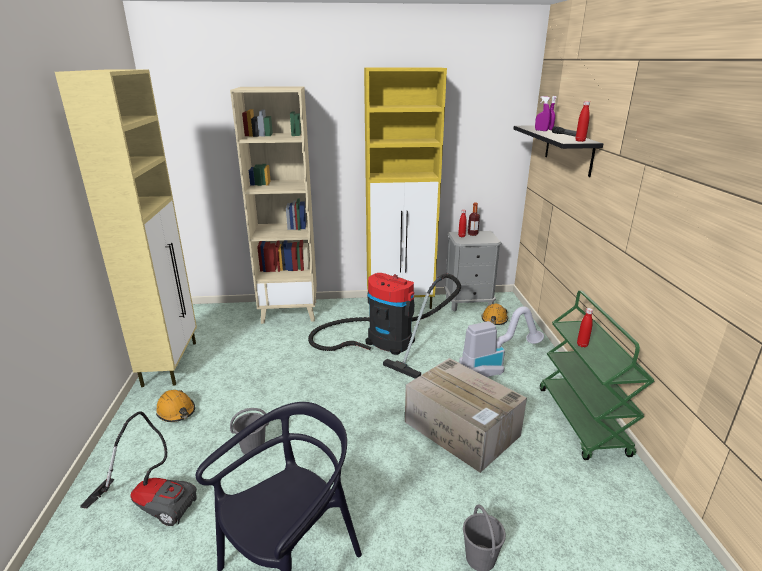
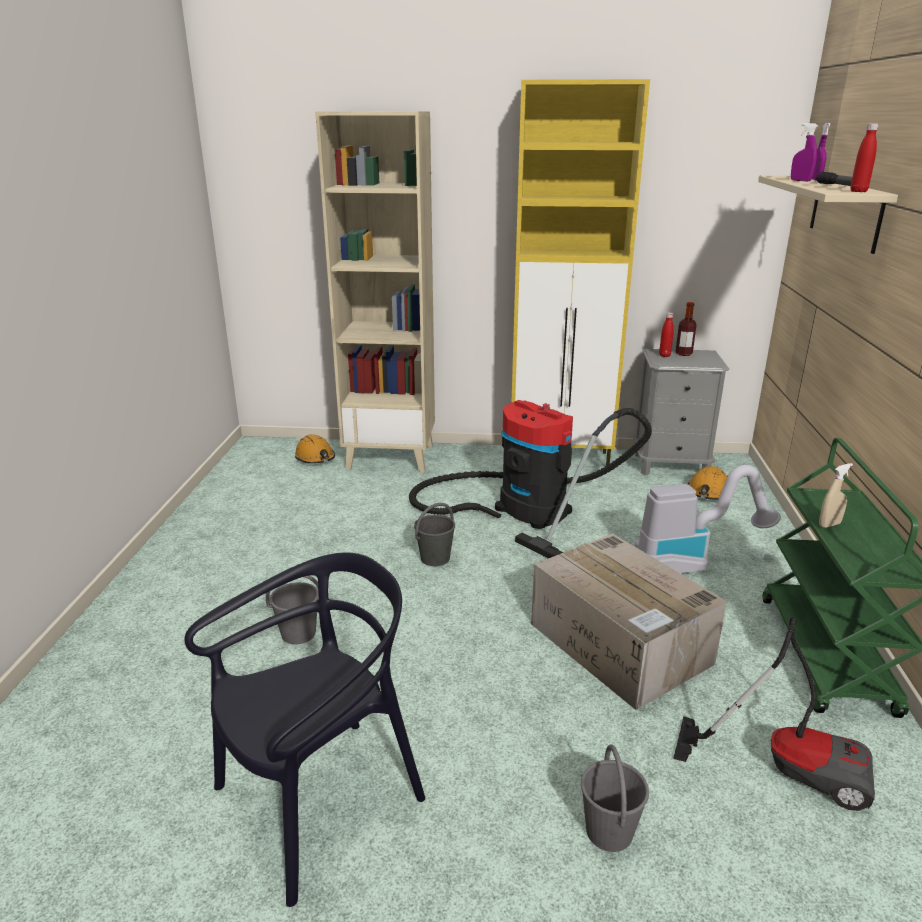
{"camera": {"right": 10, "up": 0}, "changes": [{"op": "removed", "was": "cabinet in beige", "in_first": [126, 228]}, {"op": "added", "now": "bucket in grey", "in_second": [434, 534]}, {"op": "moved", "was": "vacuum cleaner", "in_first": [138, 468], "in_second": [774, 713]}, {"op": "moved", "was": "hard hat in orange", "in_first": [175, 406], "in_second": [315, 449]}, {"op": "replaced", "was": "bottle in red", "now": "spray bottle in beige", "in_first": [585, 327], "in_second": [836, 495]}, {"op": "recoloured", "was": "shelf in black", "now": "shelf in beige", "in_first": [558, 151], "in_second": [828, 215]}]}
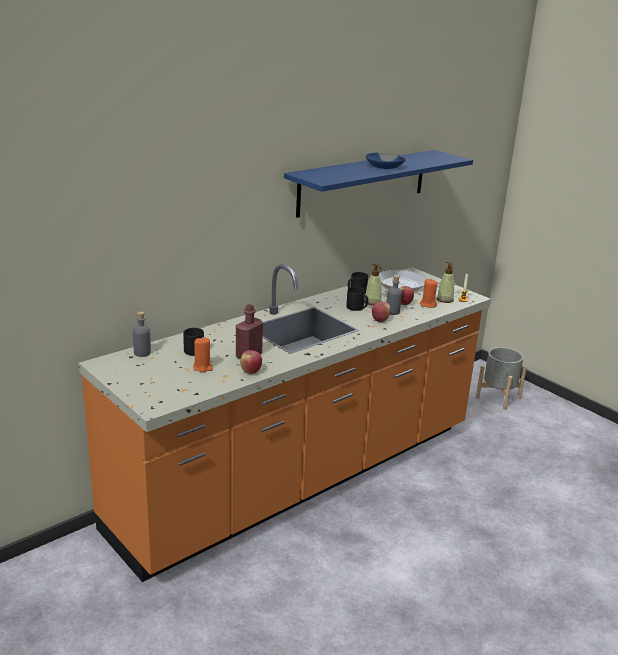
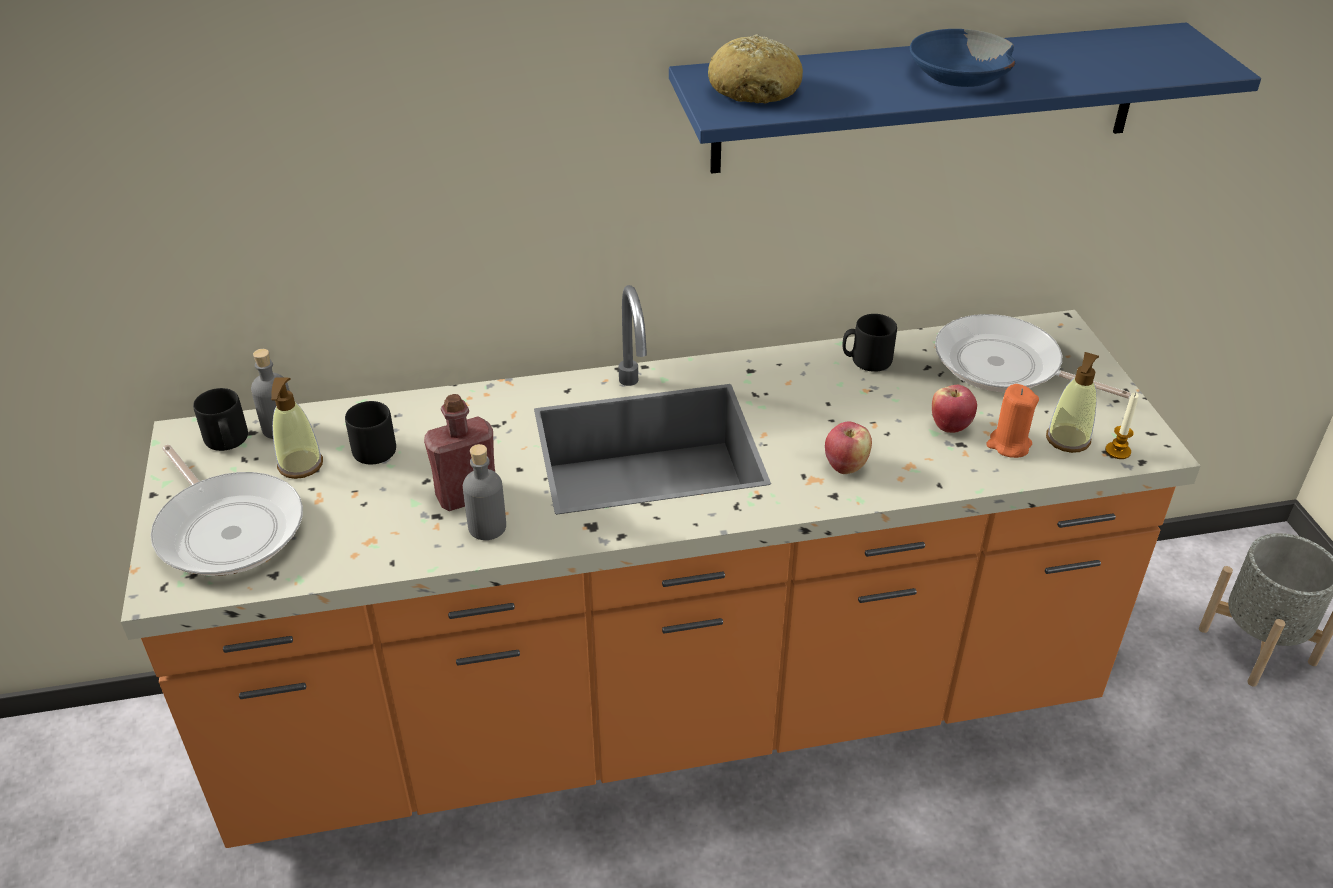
{"camera": {"right": 30, "up": 15}, "changes": [{"op": "removed", "was": "candle in orange", "in_first": [203, 354]}, {"op": "removed", "was": "apple", "in_first": [251, 362]}, {"op": "added", "now": "frying pan", "in_second": [227, 510]}, {"op": "added", "now": "bread", "in_second": [755, 69]}, {"op": "moved", "was": "mug in black", "in_first": [357, 299], "in_second": [220, 419]}, {"op": "moved", "was": "soap dispenser", "in_first": [373, 284], "in_second": [297, 428]}, {"op": "moved", "was": "bottle in grey", "in_first": [394, 295], "in_second": [484, 492]}]}
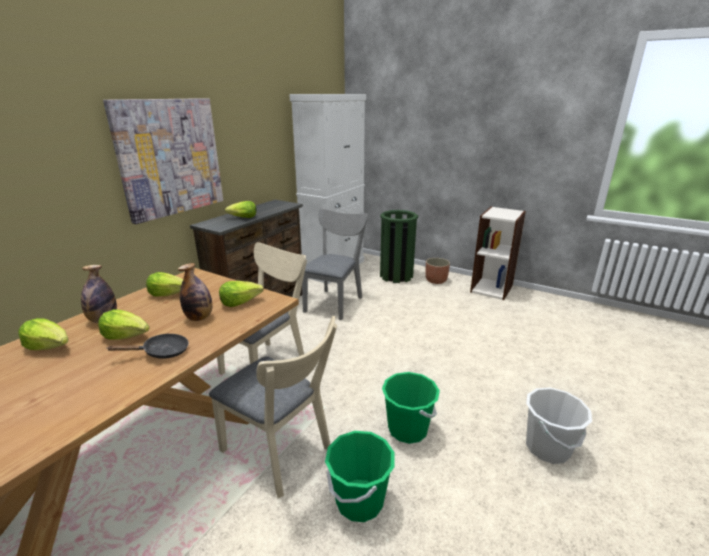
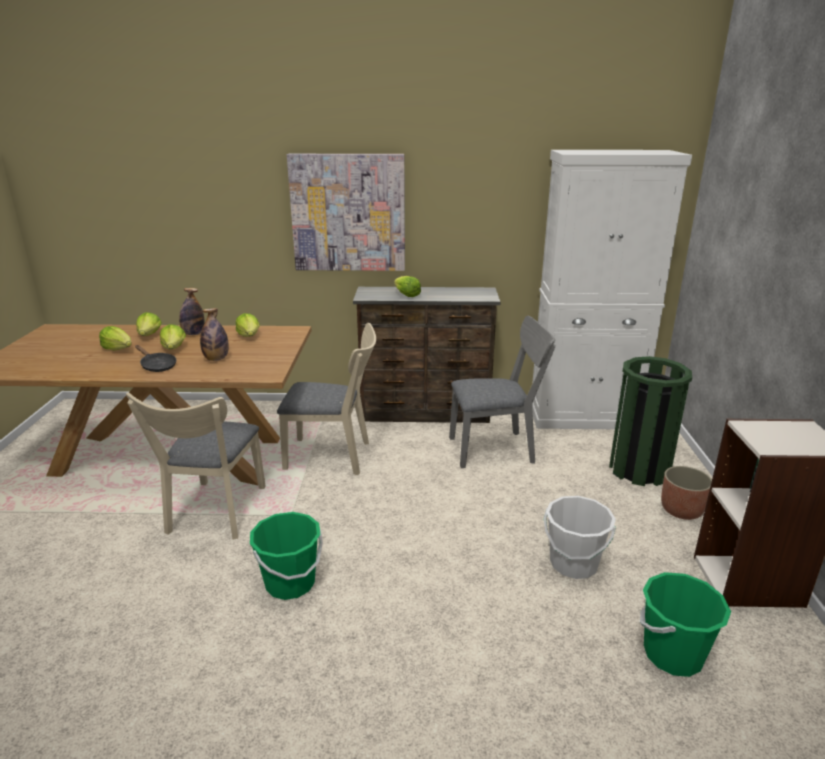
{"camera": {"right": 60, "up": 0}, "changes": [{"op": "moved", "was": "lettuce", "in_first": [241, 294], "in_second": [115, 338]}, {"op": "moved", "was": "bucket in green", "in_first": [360, 476], "in_second": [685, 624]}, {"op": "moved", "was": "bucket in white", "in_first": [559, 425], "in_second": [580, 537]}]}
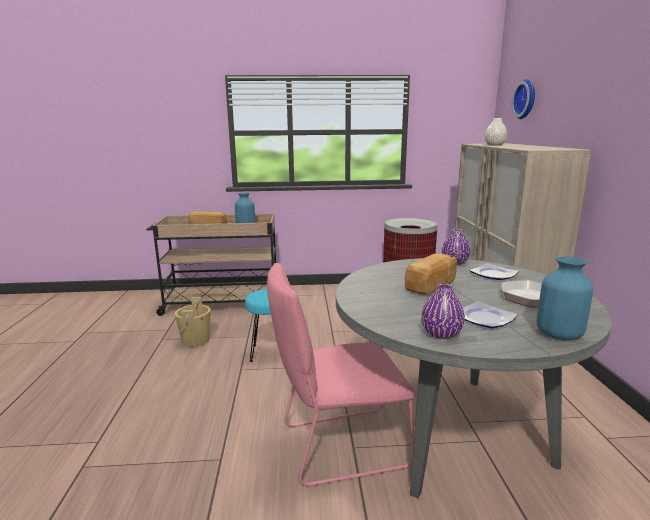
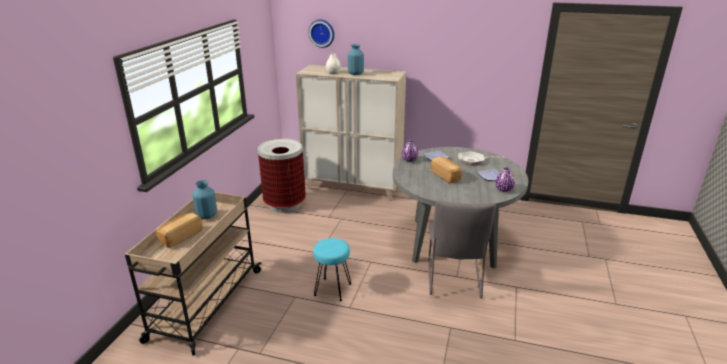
{"camera": {"right": -70, "up": 10}, "changes": [{"op": "removed", "was": "bucket in beige", "in_first": [193, 322]}, {"op": "moved", "was": "vase in blue", "in_first": [565, 299], "in_second": [356, 59]}, {"op": "recoloured", "was": "chair in pink", "now": "chair in grey", "in_first": [341, 374], "in_second": [462, 250]}]}
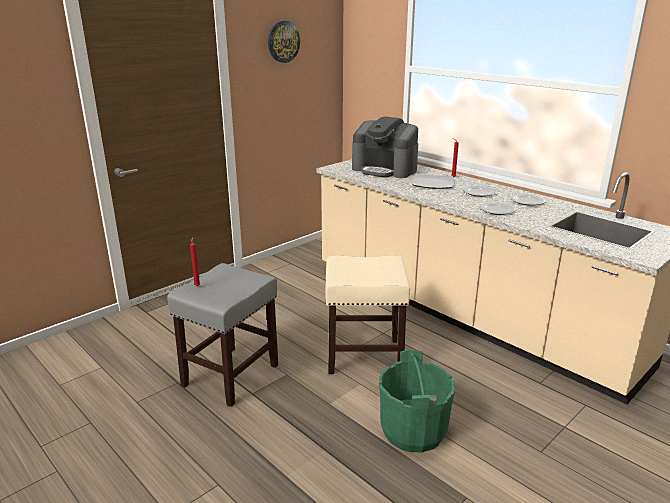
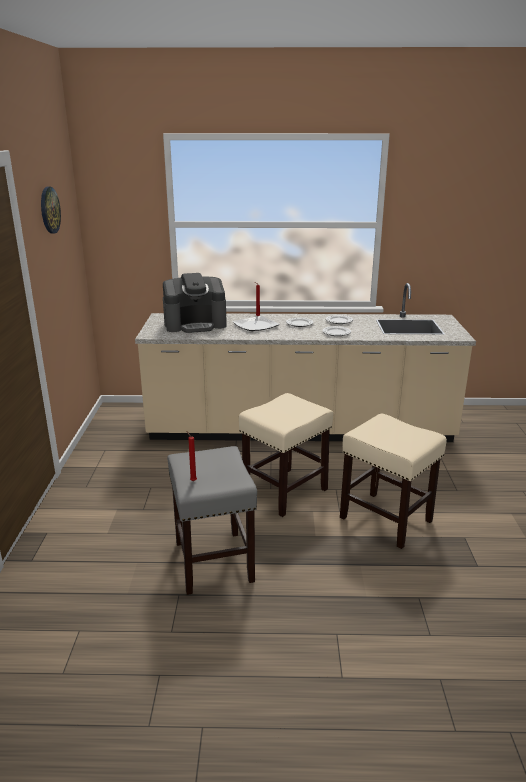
{"camera": {"right": -45, "up": 0}, "changes": [{"op": "replaced", "was": "bucket in green", "now": "stool in beige", "in_first": [417, 401], "in_second": [393, 481]}]}
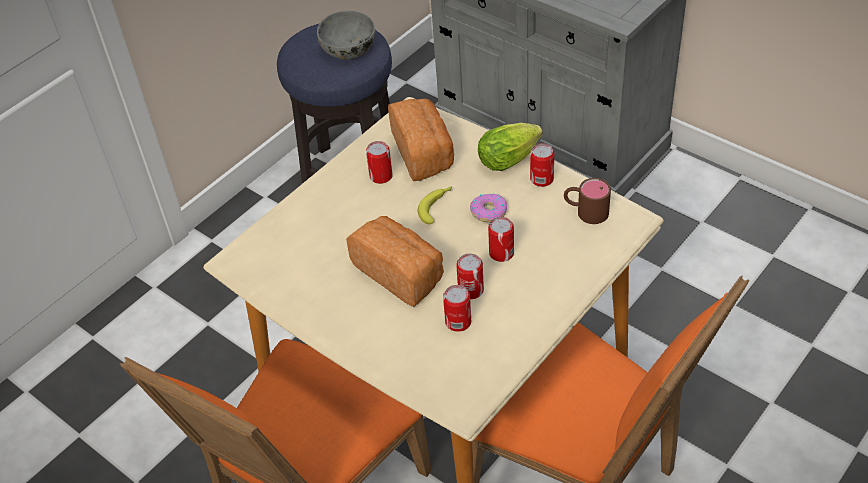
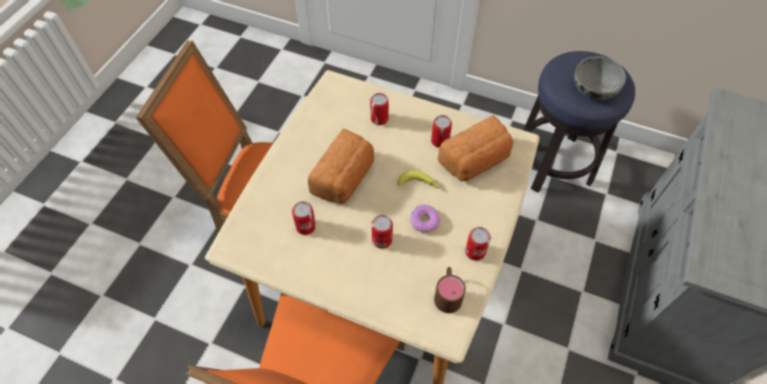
{"camera": {"right": 70, "up": 10}, "changes": [{"op": "removed", "was": "lettuce", "in_first": [510, 147]}, {"op": "moved", "was": "can", "in_first": [470, 276], "in_second": [379, 109]}]}
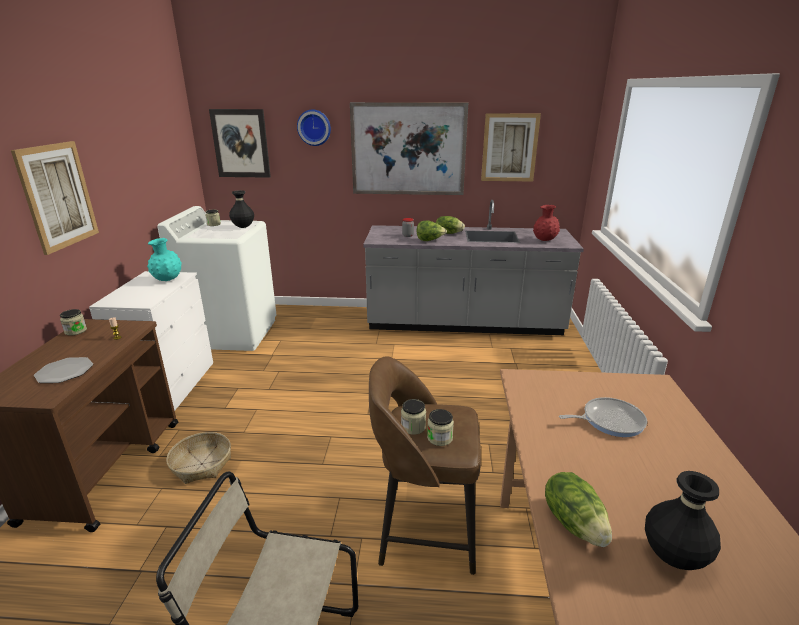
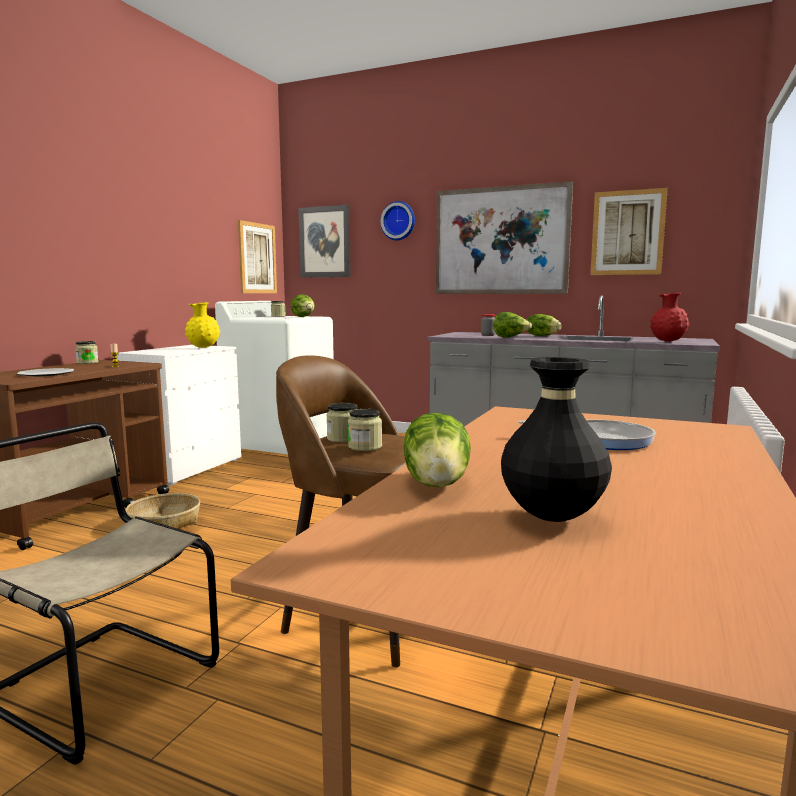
{"camera": {"right": 20, "up": -15}, "changes": [{"op": "moved", "was": "picture", "in_first": [55, 198], "in_second": [257, 256]}, {"op": "replaced", "was": "vase in black", "now": "lettuce", "in_first": [241, 209], "in_second": [303, 305]}, {"op": "recoloured", "was": "vase in turquoise", "now": "vase in yellow", "in_first": [164, 259], "in_second": [202, 325]}]}
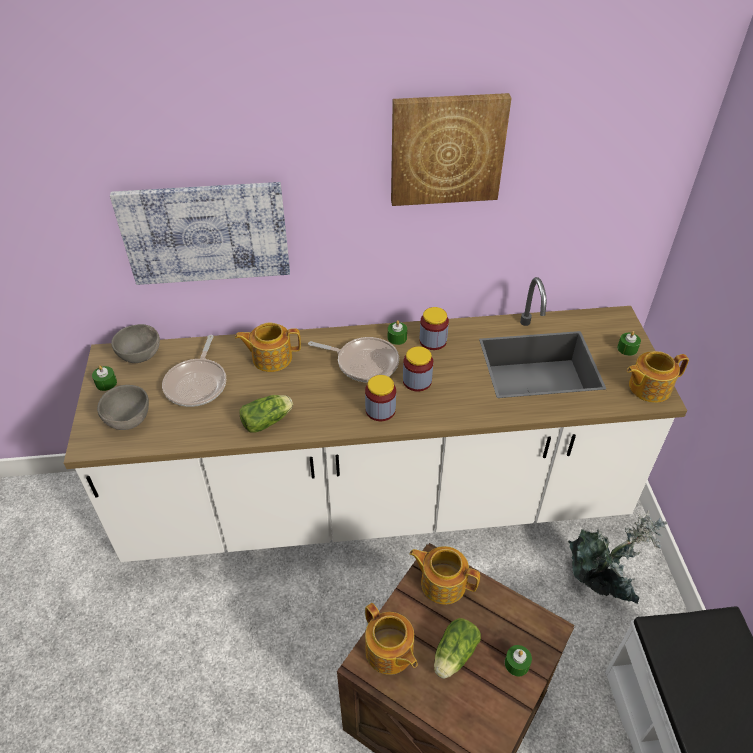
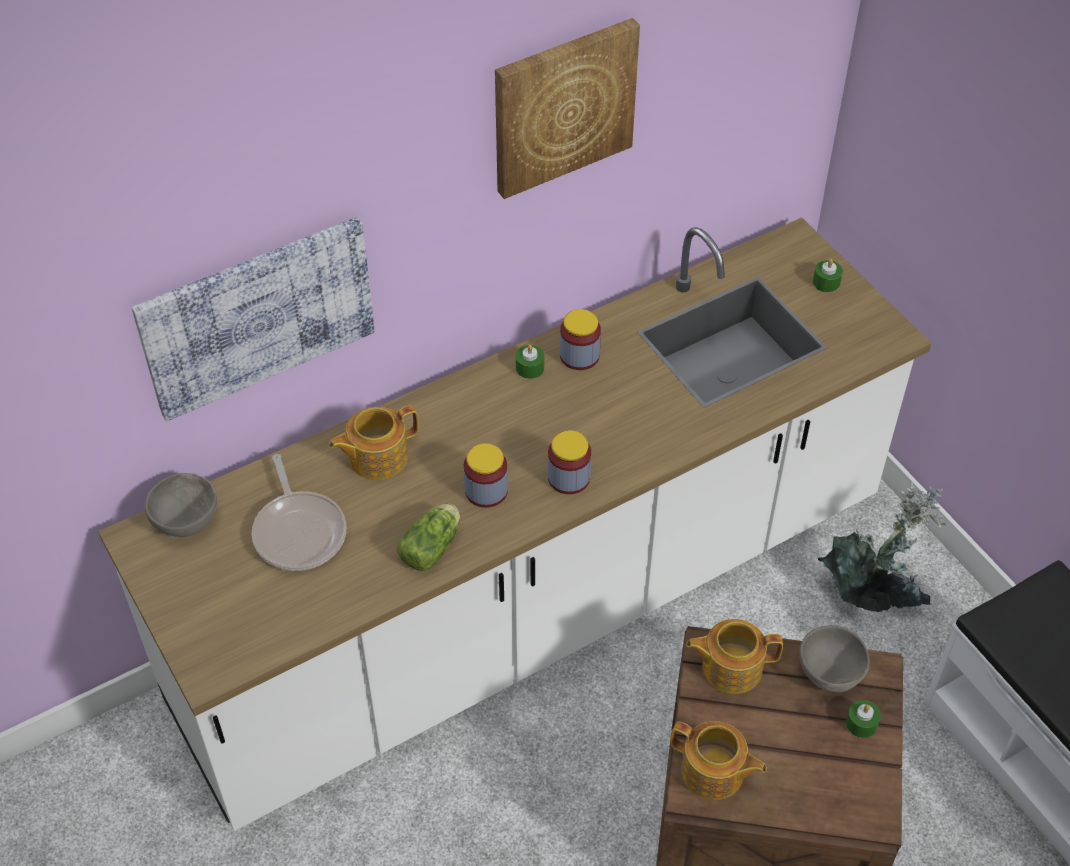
{"camera": {"right": -25, "up": 5}, "changes": [{"op": "removed", "was": "candle in green", "in_first": [104, 378]}, {"op": "removed", "was": "frying pan", "in_first": [353, 359]}, {"op": "removed", "was": "lettuce", "in_first": [457, 648]}, {"op": "removed", "was": "teapot", "in_first": [658, 377]}, {"op": "moved", "was": "bowl in grey", "in_first": [123, 407], "in_second": [834, 658]}, {"op": "moved", "was": "jar", "in_first": [418, 369], "in_second": [486, 475]}]}
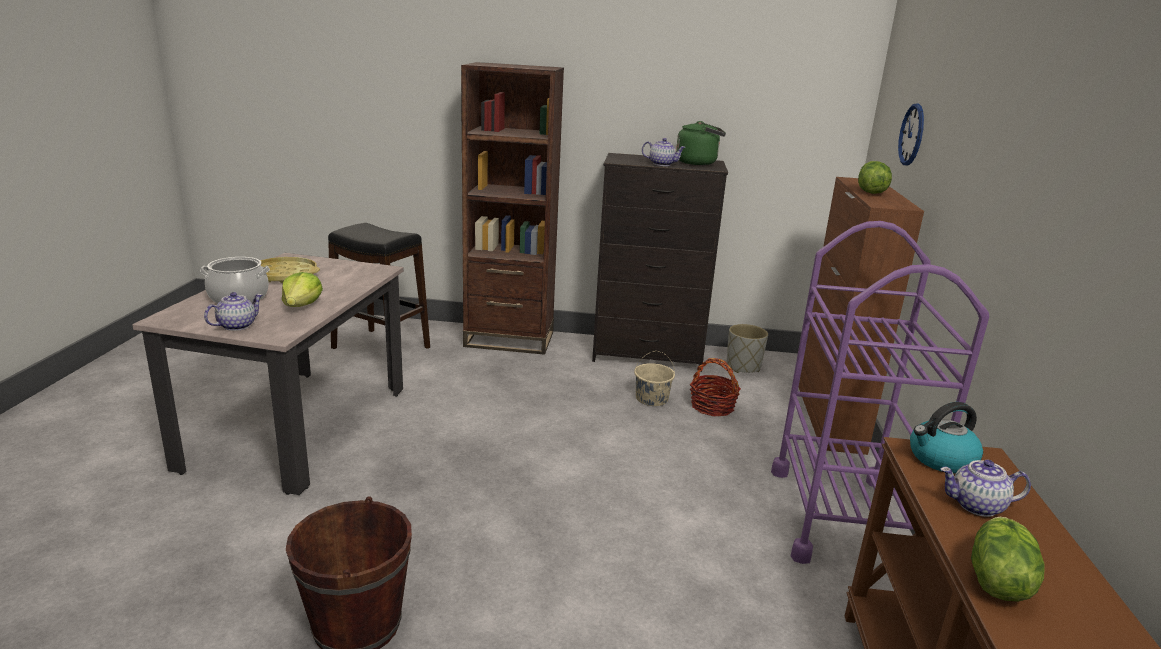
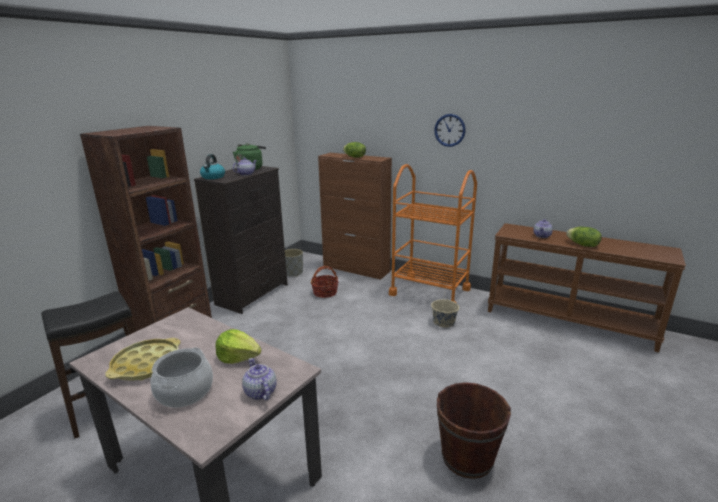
{"camera": {"right": -65, "up": 0}, "changes": [{"op": "moved", "was": "bucket in beige", "in_first": [654, 378], "in_second": [445, 310]}, {"op": "moved", "was": "wall clock", "in_first": [911, 134], "in_second": [450, 130]}, {"op": "moved", "was": "kettle", "in_first": [946, 437], "in_second": [212, 166]}, {"op": "recoloured", "was": "cart in purple", "now": "cart in orange", "in_first": [880, 392], "in_second": [433, 233]}]}
